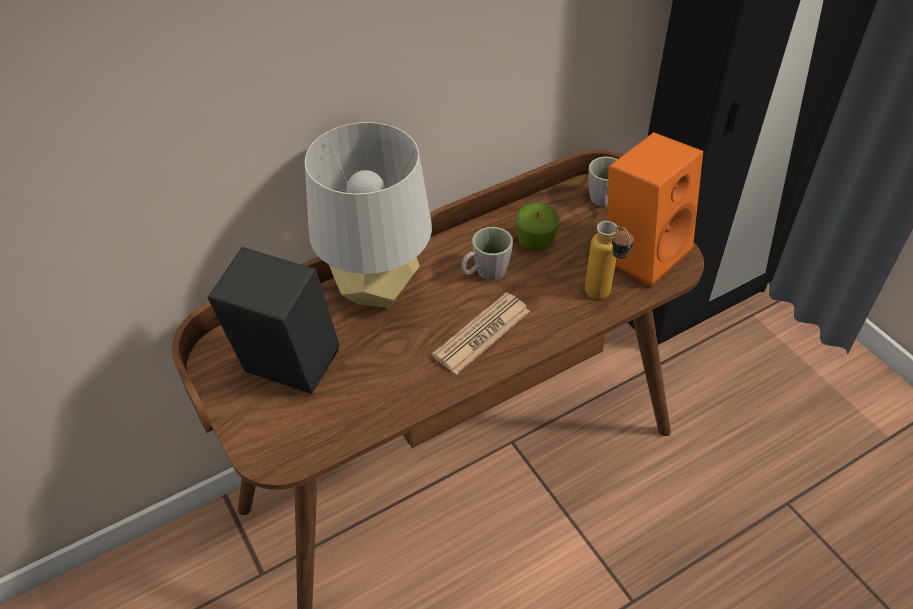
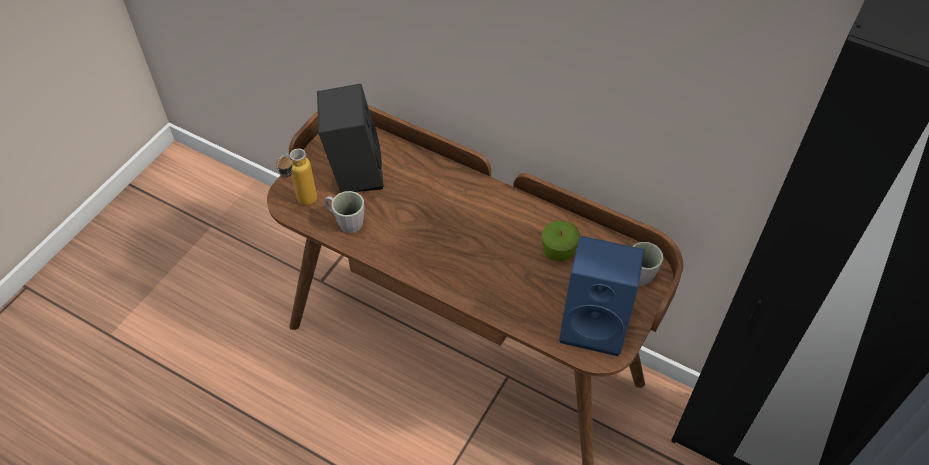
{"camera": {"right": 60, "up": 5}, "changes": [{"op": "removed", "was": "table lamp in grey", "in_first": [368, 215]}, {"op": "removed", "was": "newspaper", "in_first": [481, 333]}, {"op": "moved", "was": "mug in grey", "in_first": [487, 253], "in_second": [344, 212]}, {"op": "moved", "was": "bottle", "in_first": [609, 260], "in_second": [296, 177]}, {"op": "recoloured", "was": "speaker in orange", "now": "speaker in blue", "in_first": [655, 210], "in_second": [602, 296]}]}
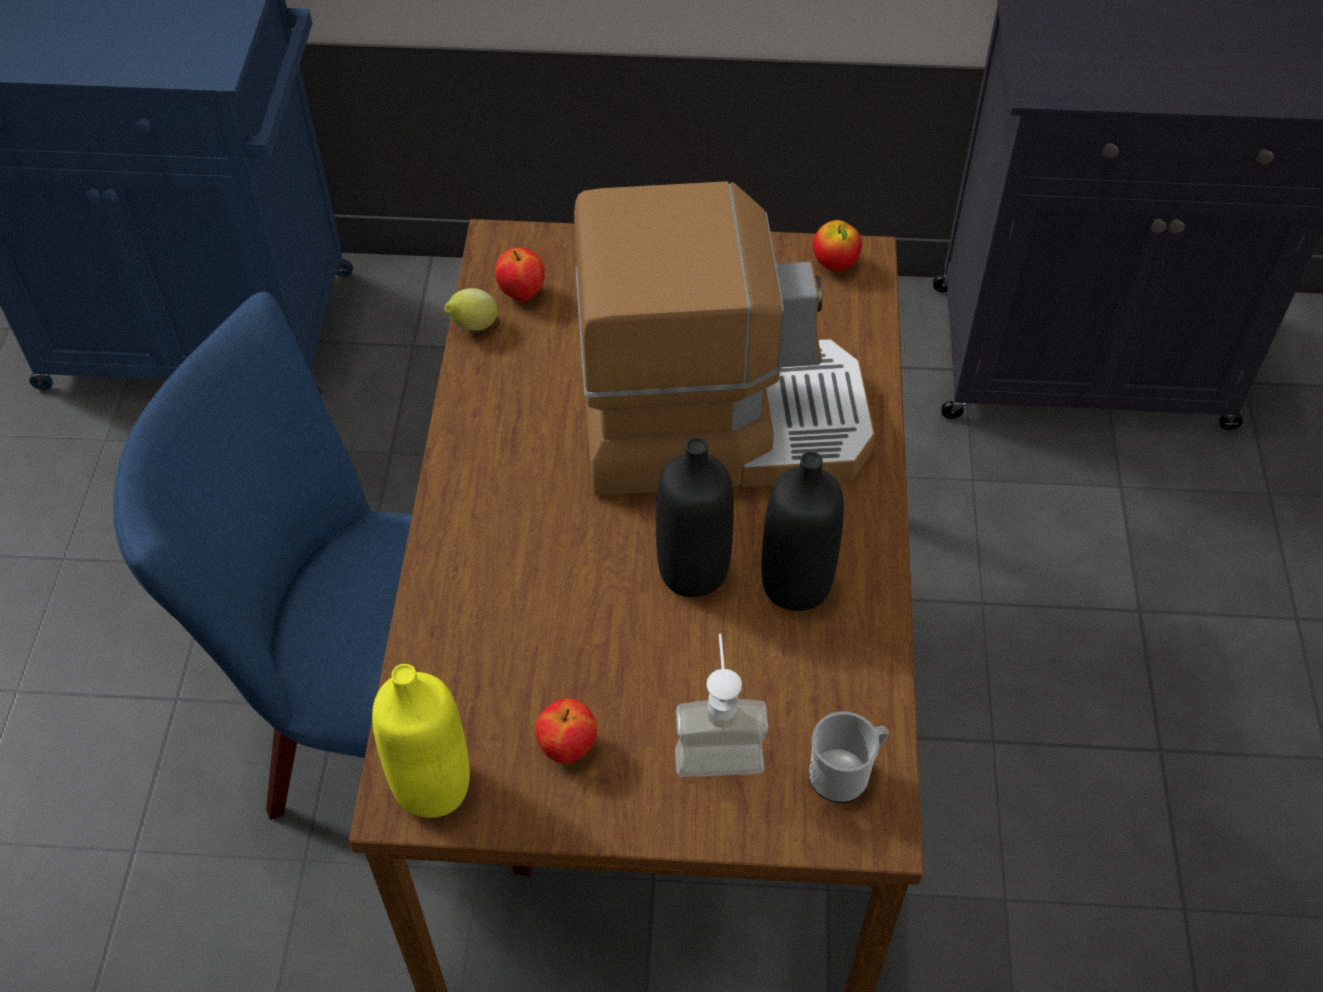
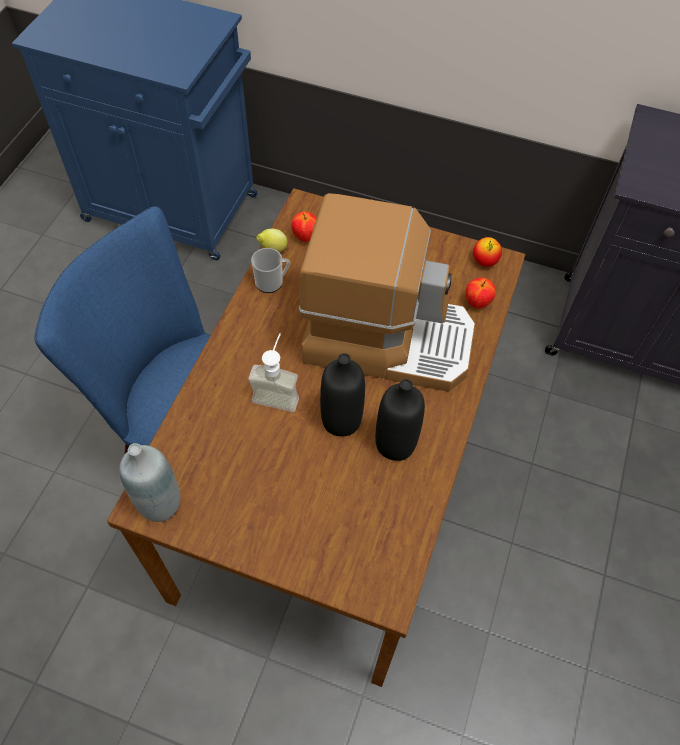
{"camera": {"right": 15, "up": 5}, "changes": [{"op": "moved", "was": "apple", "in_first": [566, 731], "in_second": [481, 293]}, {"op": "moved", "was": "soap dispenser", "in_first": [721, 705], "in_second": [274, 372]}, {"op": "moved", "was": "mug", "in_first": [849, 757], "in_second": [270, 270]}, {"op": "recoloured", "was": "bottle in yellow", "now": "bottle in grey", "in_first": [421, 741], "in_second": [149, 482]}]}
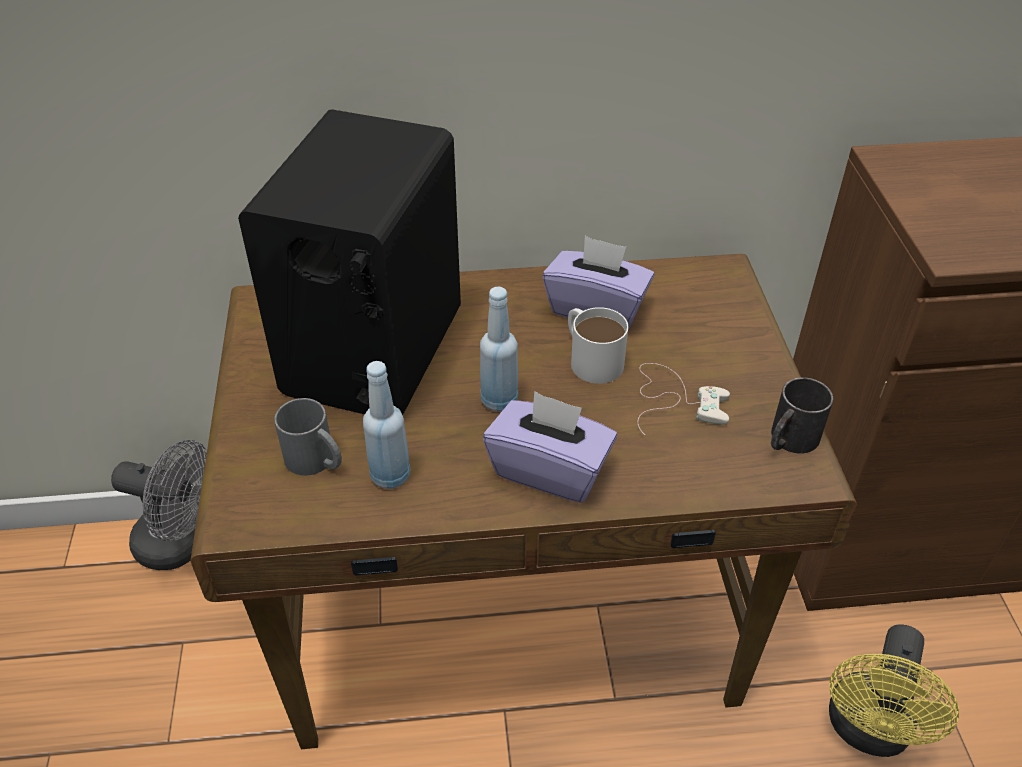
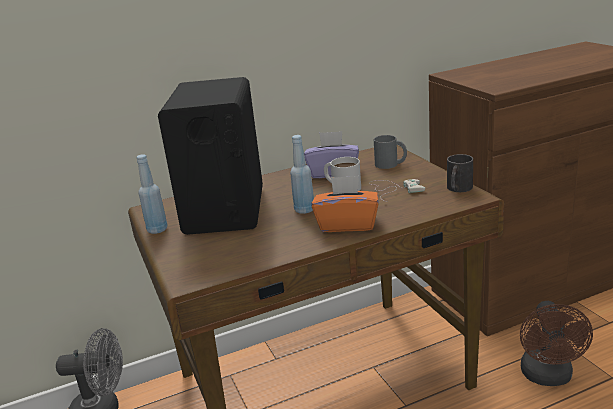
{"camera": {"right": -15, "up": -20}, "changes": [{"op": "moved", "was": "mug in grey", "in_first": [308, 437], "in_second": [390, 152]}, {"op": "moved", "was": "bottle in blue", "in_first": [386, 425], "in_second": [152, 194]}, {"op": "recoloured", "was": "tissue box in purple", "now": "tissue box in orange", "in_first": [550, 447], "in_second": [345, 204]}, {"op": "recoloured", "was": "fan in yellow", "now": "fan in brown", "in_first": [894, 690], "in_second": [556, 343]}]}
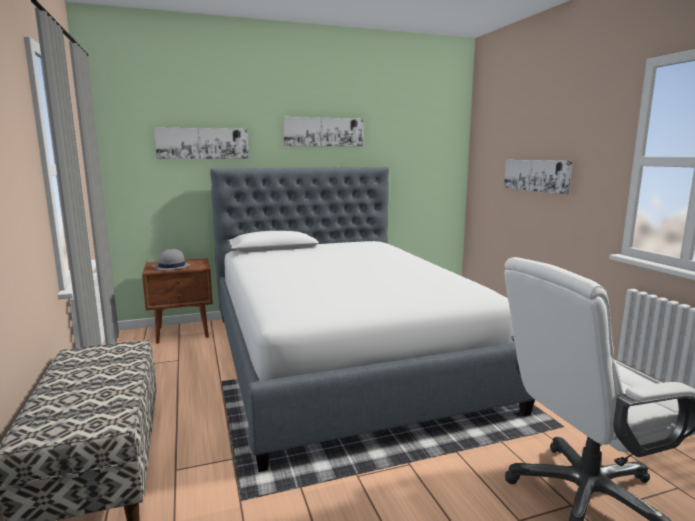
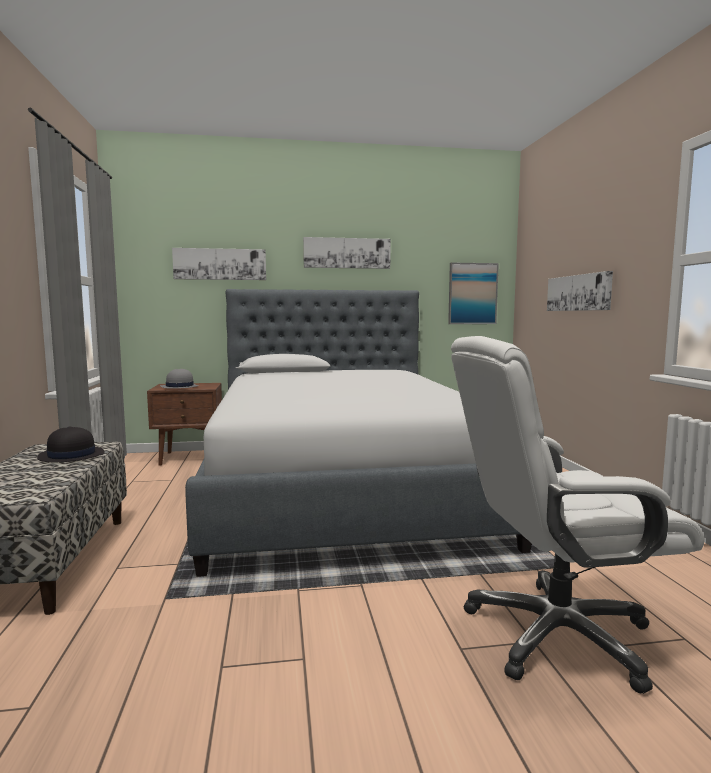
{"camera": {"right": 10, "up": -5}, "changes": [{"op": "added", "now": "hat in black", "in_second": [71, 444]}, {"op": "added", "now": "picture", "in_second": [473, 293]}]}
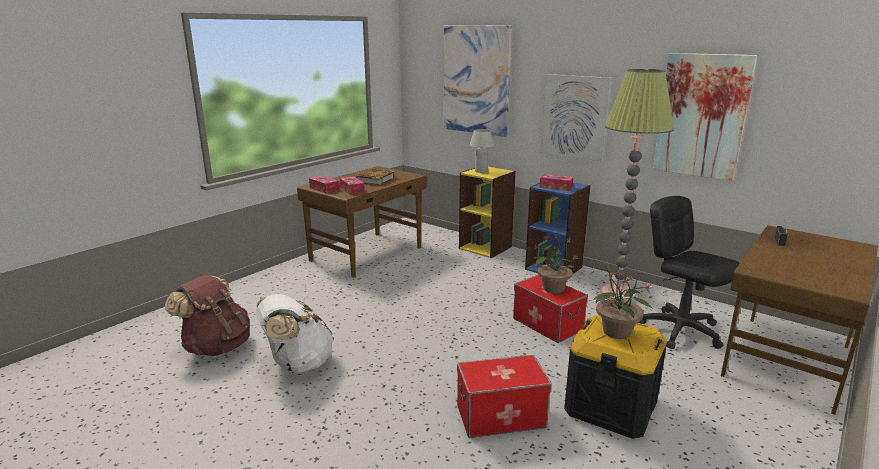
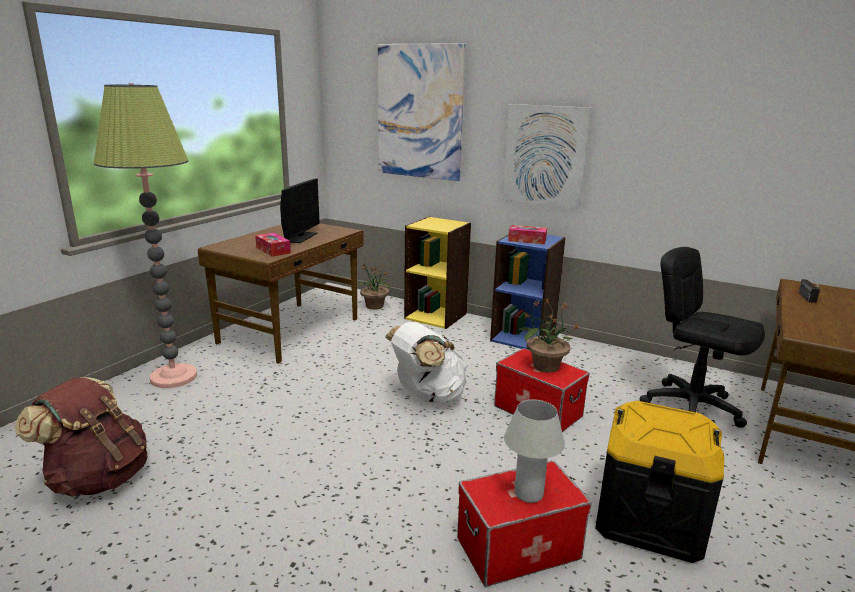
{"camera": {"right": -10, "up": 0}, "changes": [{"op": "removed", "was": "tissue box", "in_first": [324, 185]}, {"op": "removed", "was": "picture", "in_first": [705, 117]}, {"op": "moved", "was": "backpack in white", "in_first": [295, 333], "in_second": [426, 363]}, {"op": "moved", "was": "table lamp in white", "in_first": [482, 151], "in_second": [534, 451]}, {"op": "moved", "was": "potted plant", "in_first": [624, 302], "in_second": [374, 286]}, {"op": "moved", "was": "floor lamp", "in_first": [637, 185], "in_second": [145, 235]}, {"op": "replaced", "was": "book", "now": "monitor", "in_first": [376, 177], "in_second": [300, 211]}]}
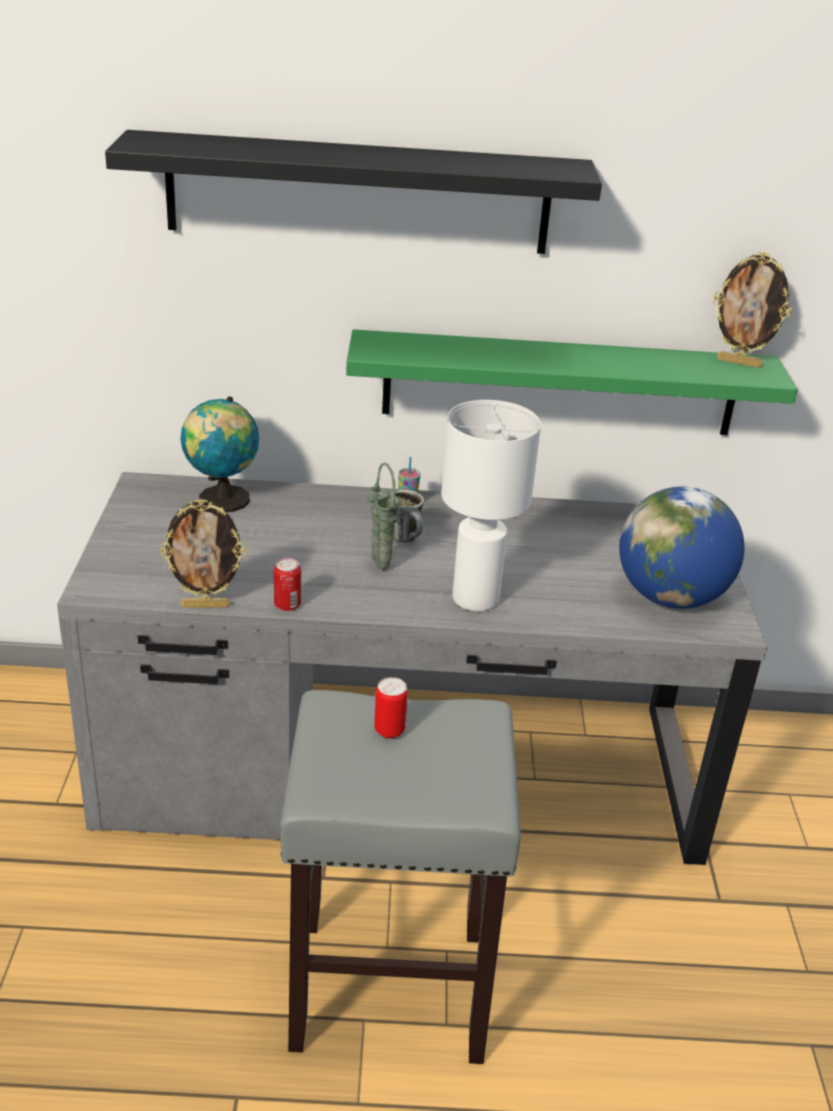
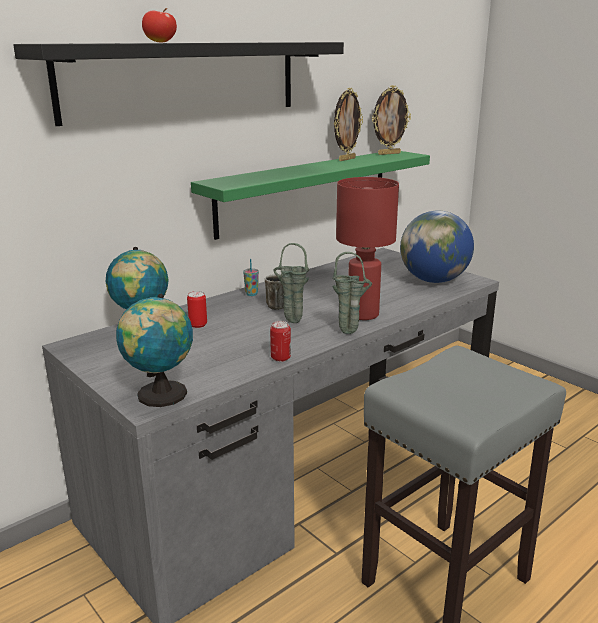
{"camera": {"right": -40, "up": -10}, "changes": [{"op": "added", "now": "globe", "in_second": [154, 350]}, {"op": "added", "now": "apple", "in_second": [159, 25]}, {"op": "added", "now": "vase in green", "in_second": [352, 293]}, {"op": "moved", "was": "picture frame", "in_first": [203, 553], "in_second": [348, 124]}, {"op": "moved", "was": "can", "in_first": [391, 707], "in_second": [197, 309]}, {"op": "recoloured", "was": "table lamp in white", "now": "table lamp in red", "in_first": [491, 506], "in_second": [367, 248]}]}
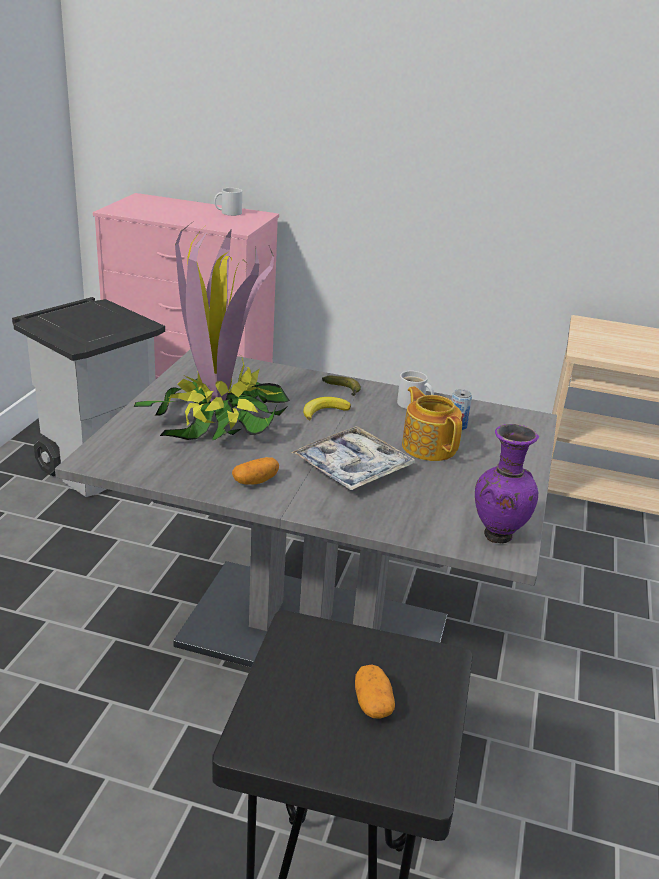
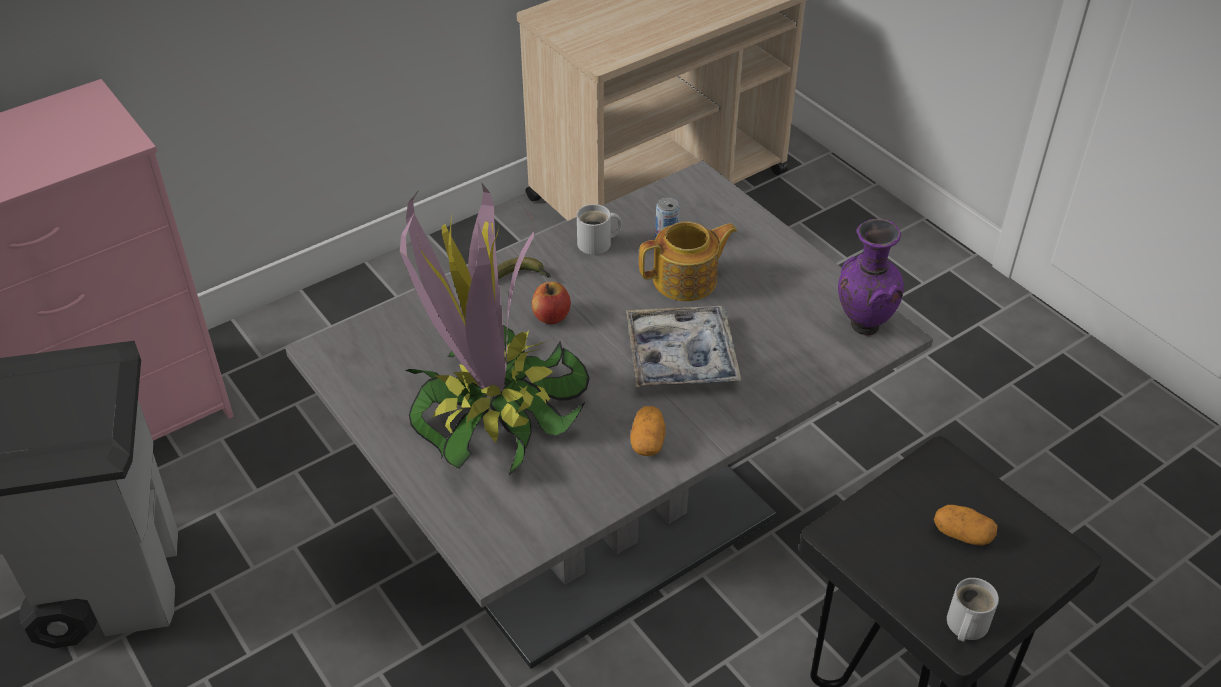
{"camera": {"right": -50, "up": 15}, "changes": [{"op": "moved", "was": "mug in white", "in_first": [228, 202], "in_second": [973, 610]}, {"op": "replaced", "was": "banana", "now": "apple", "in_first": [327, 409], "in_second": [551, 303]}, {"op": "turned", "was": "teapot", "in_first": [432, 423], "in_second": [688, 261], "clockwise": 150}]}
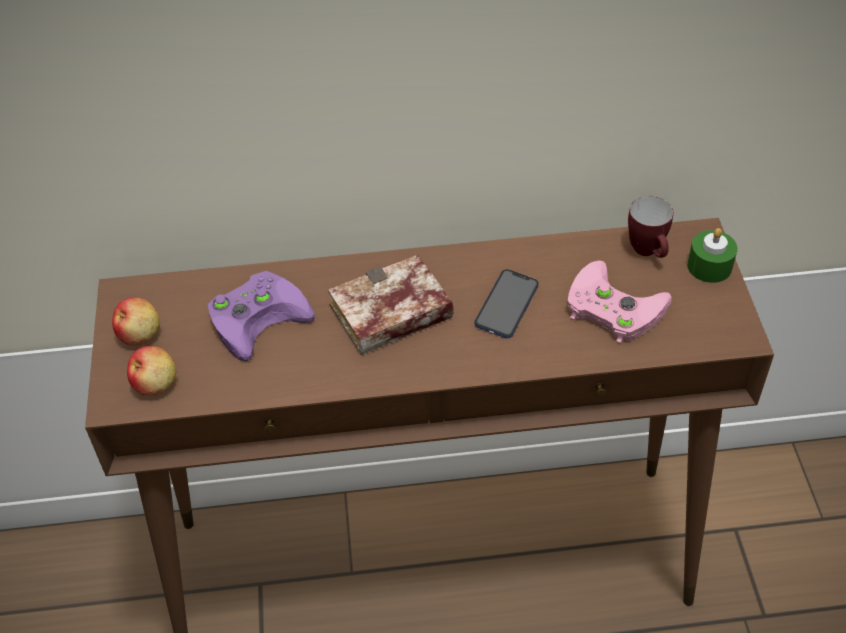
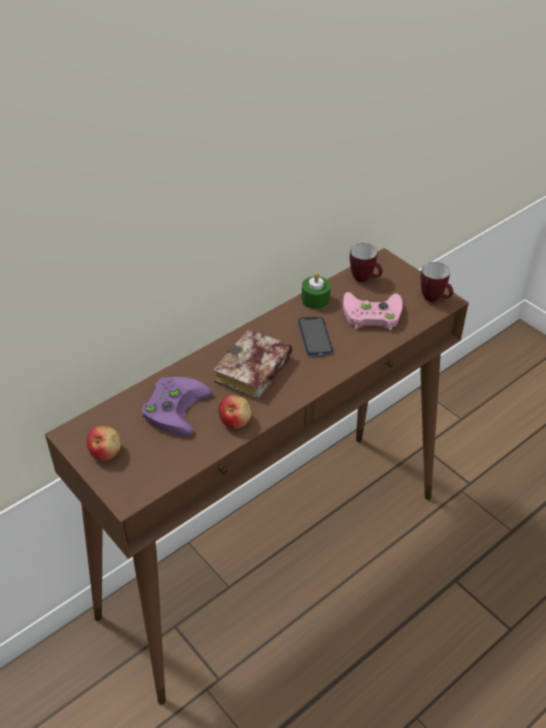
{"camera": {"right": -35, "up": -5}, "changes": [{"op": "added", "now": "mug", "in_second": [437, 282]}, {"op": "moved", "was": "apple", "in_first": [151, 371], "in_second": [234, 412]}, {"op": "moved", "was": "candle in green", "in_first": [712, 255], "in_second": [316, 291]}]}
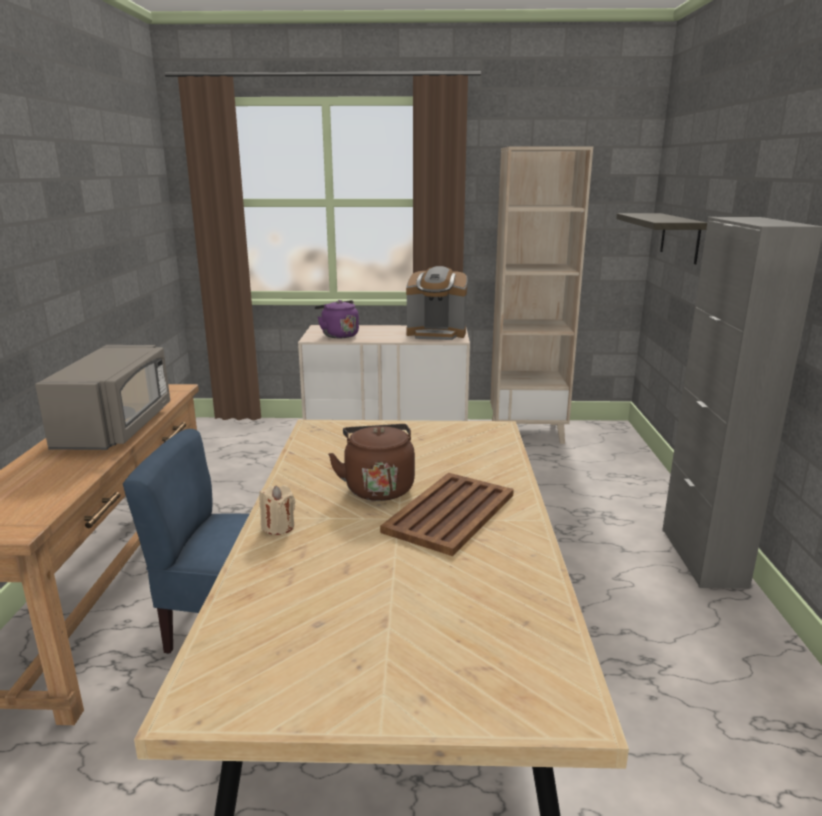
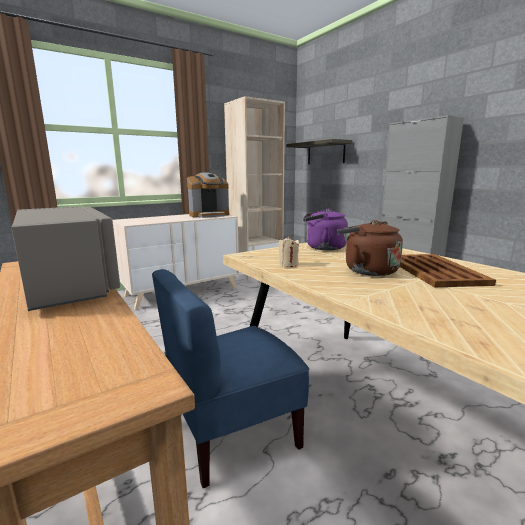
{"camera": {"right": -35, "up": -5}, "changes": [{"op": "moved", "was": "candle in beige", "in_first": [277, 510], "in_second": [288, 251]}, {"op": "moved", "was": "kettle in purple", "in_first": [336, 319], "in_second": [325, 229]}]}
